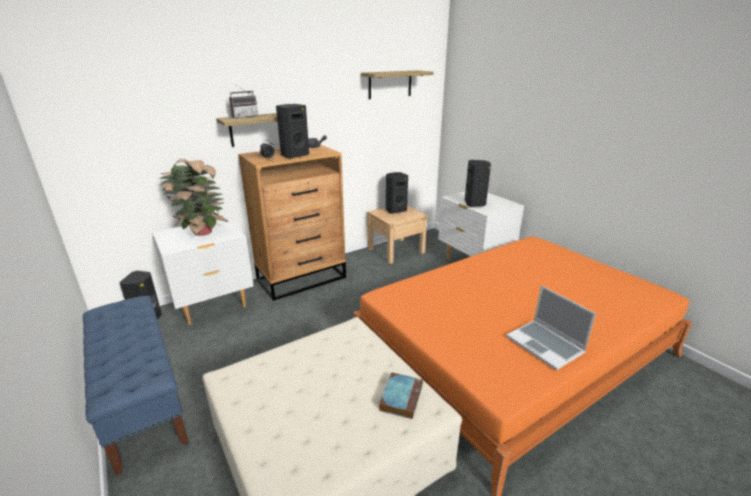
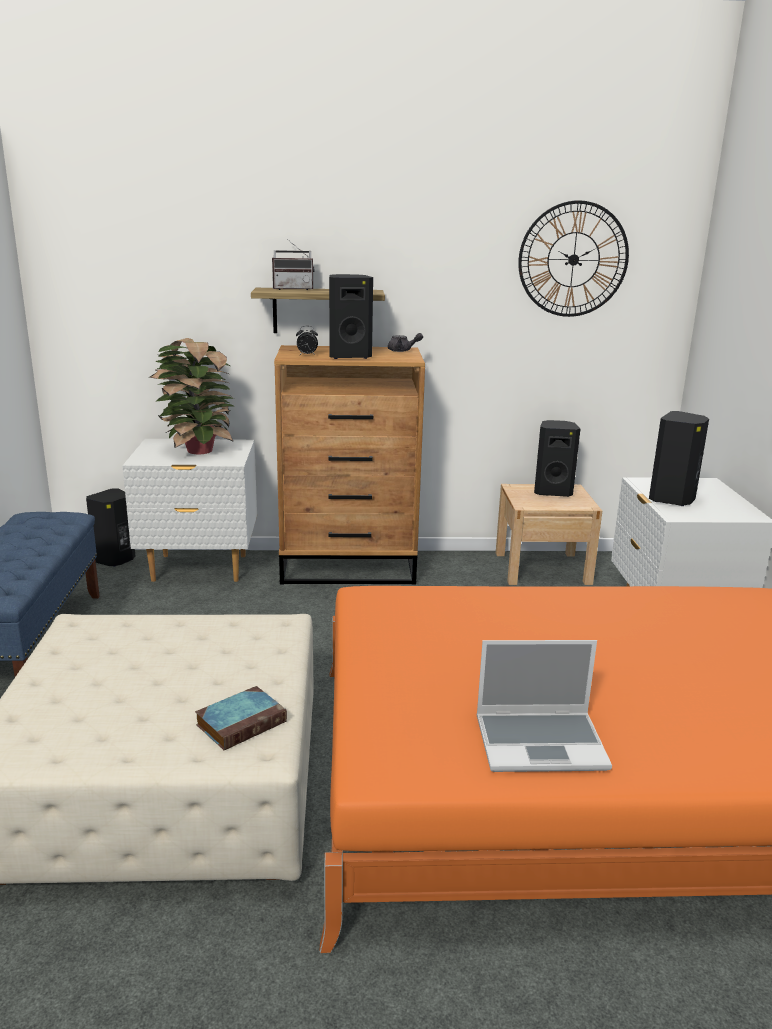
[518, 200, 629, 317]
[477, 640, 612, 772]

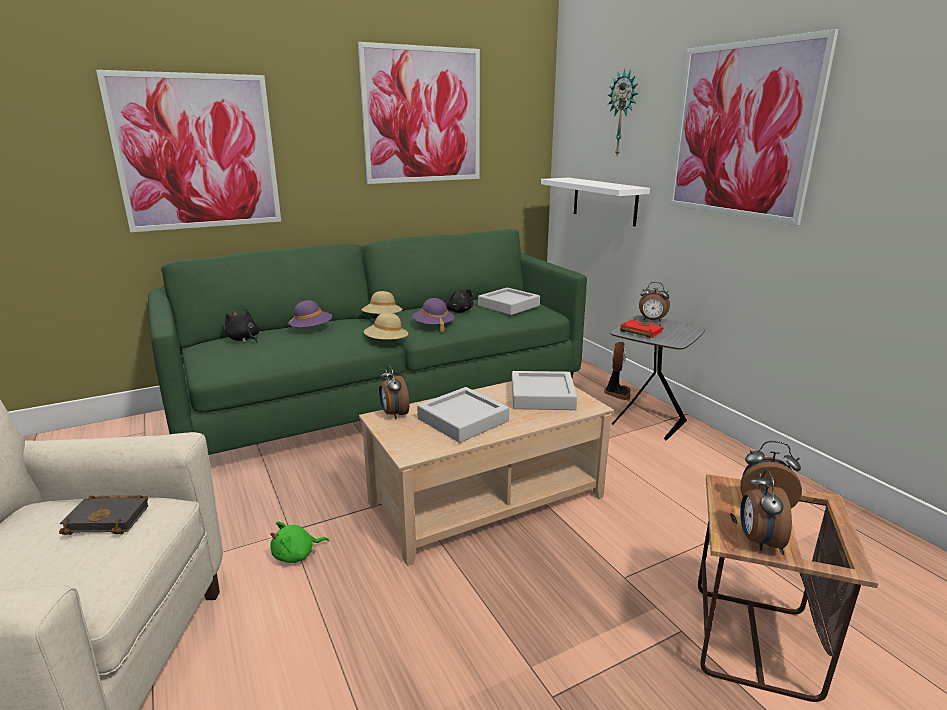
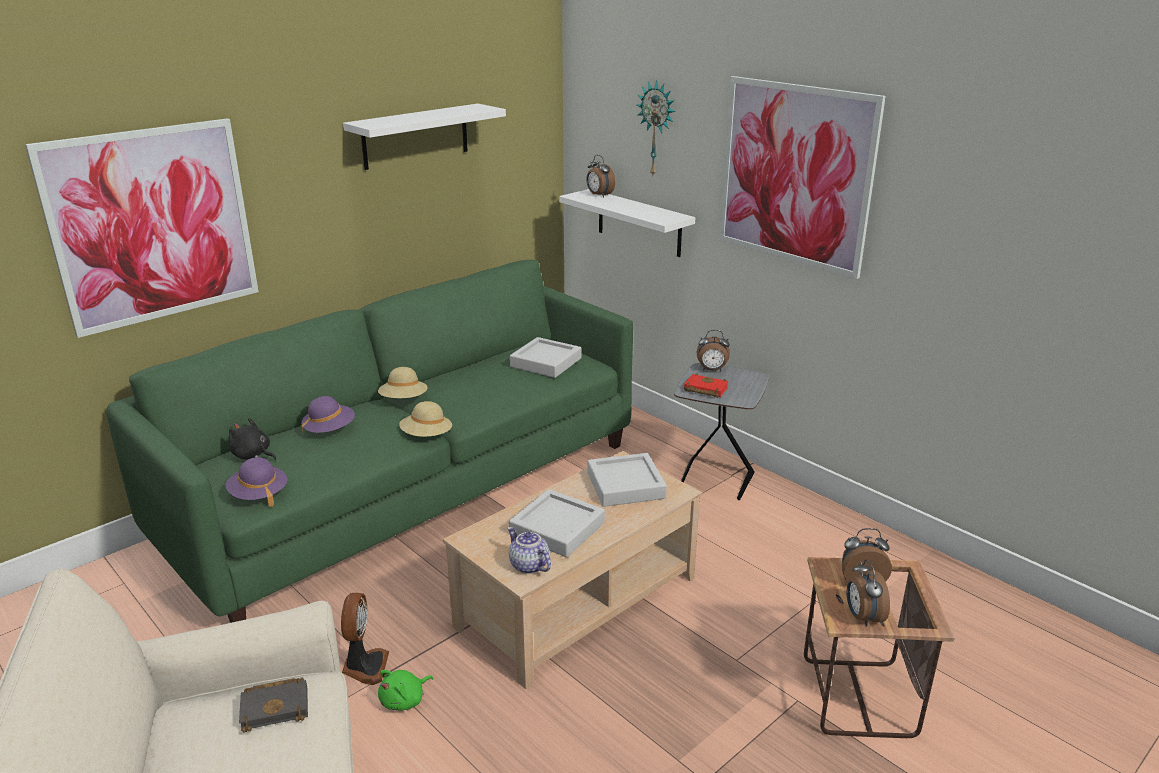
[343, 104, 506, 170]
[446, 289, 473, 313] (first image)
[225, 457, 287, 507]
[341, 593, 389, 685]
[586, 155, 615, 198]
[508, 527, 551, 574]

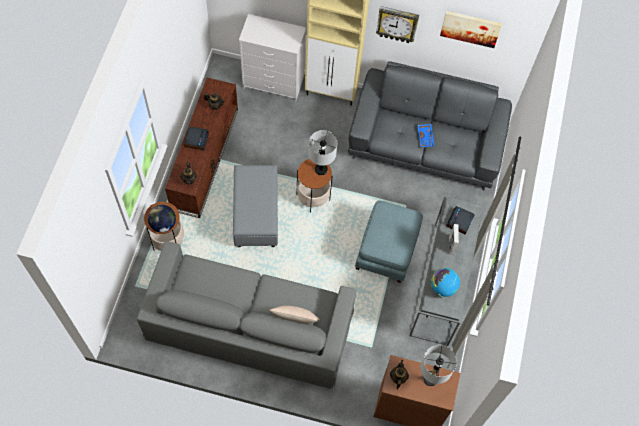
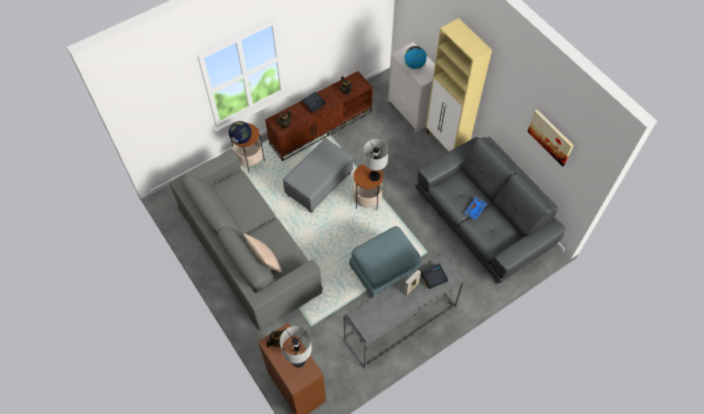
[376, 6, 419, 43] (first image)
[404, 46, 427, 69]

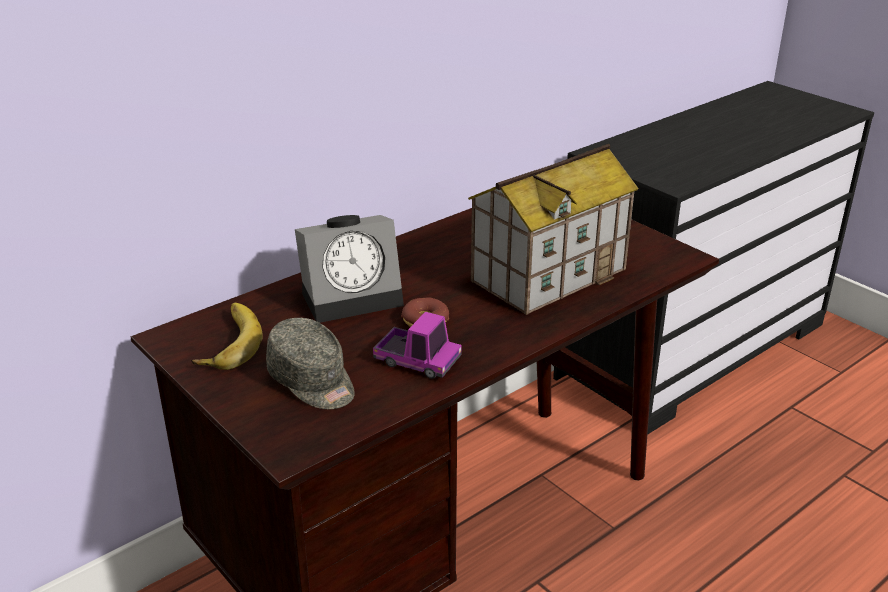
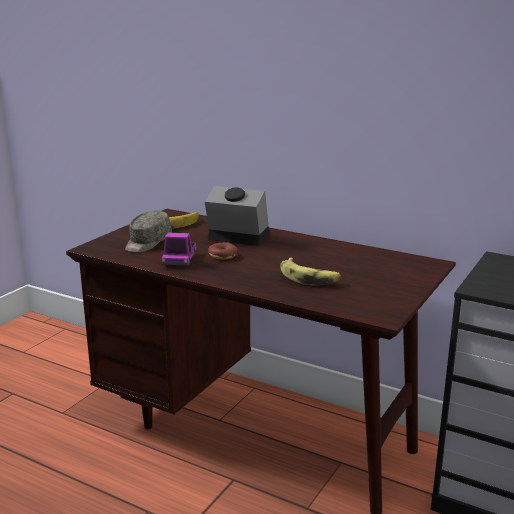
[280, 257, 341, 285]
[205, 186, 270, 246]

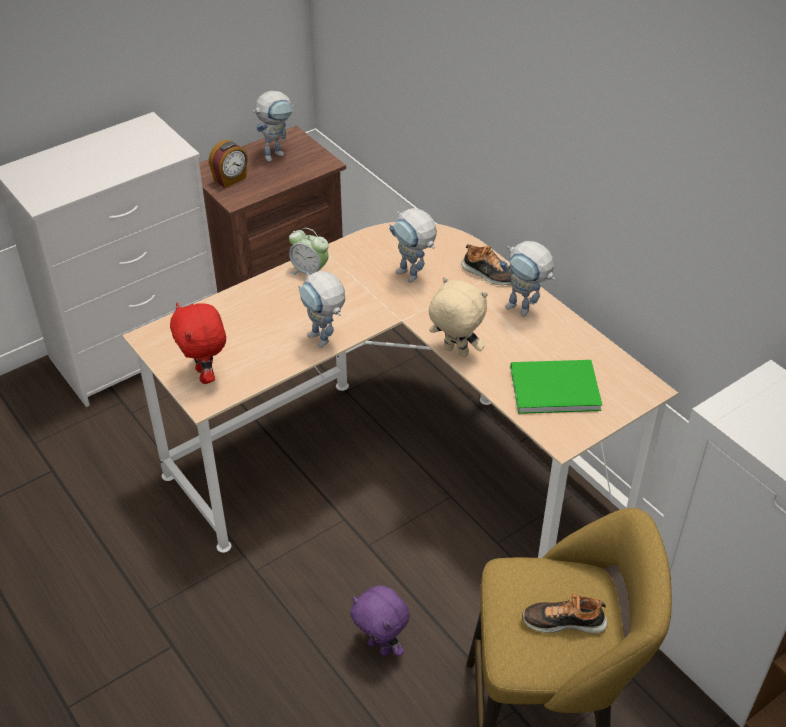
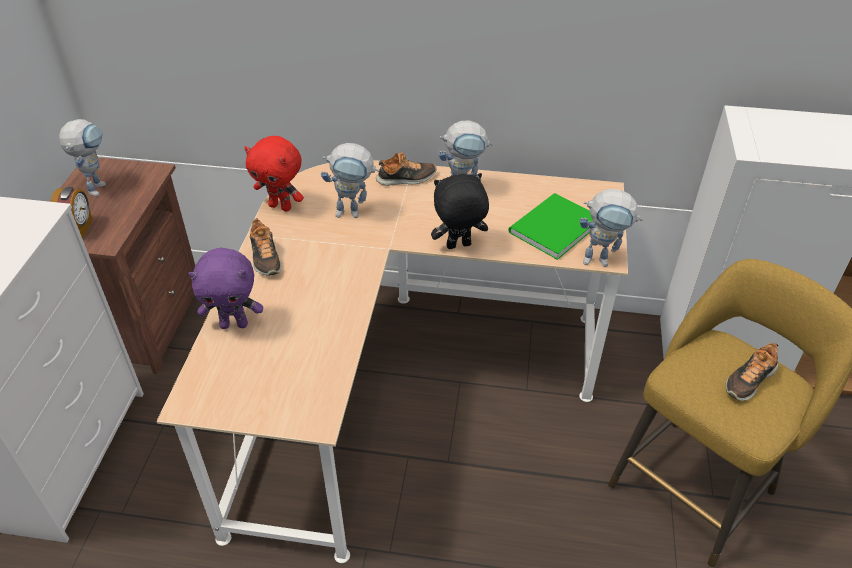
[250, 218, 282, 276]
[579, 189, 643, 267]
[431, 173, 489, 249]
[244, 136, 304, 212]
[188, 248, 263, 329]

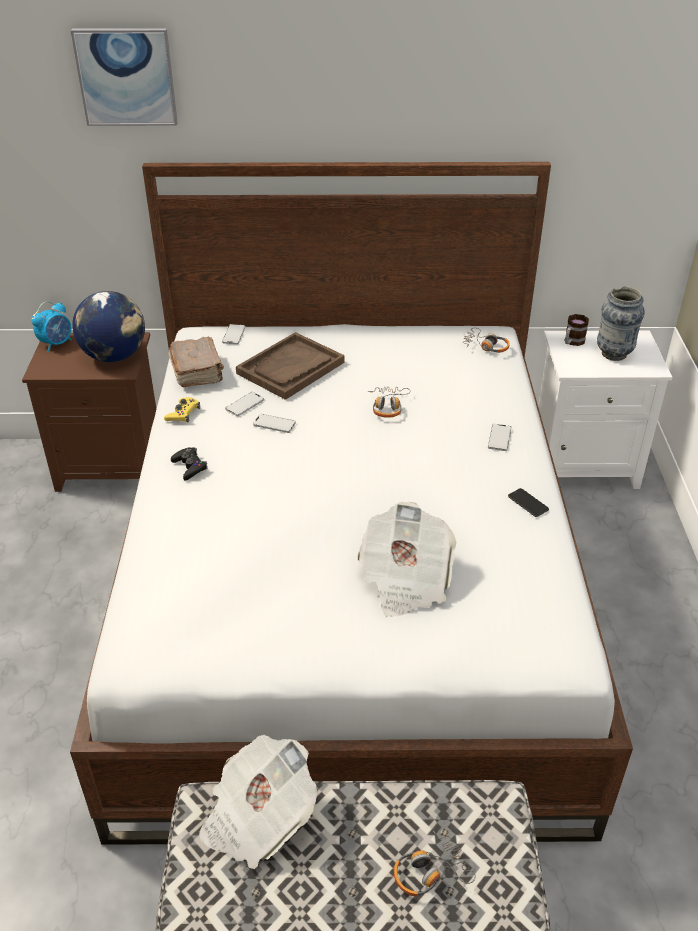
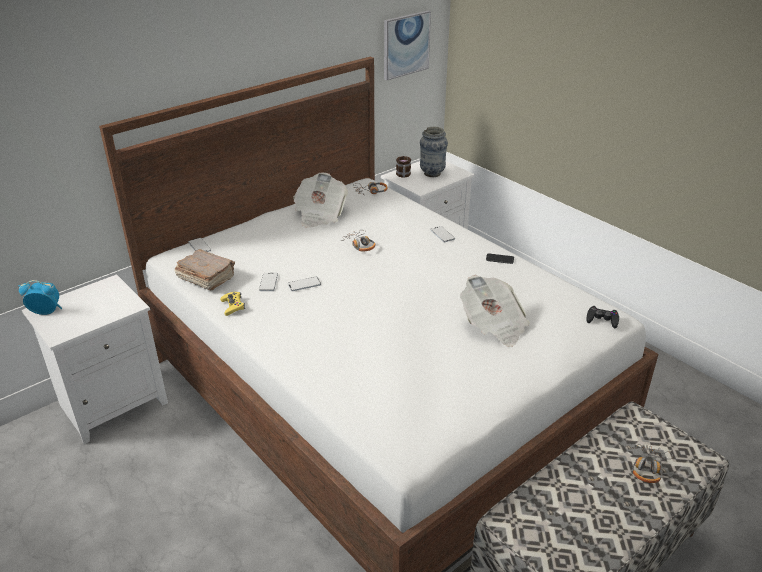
[384, 11, 431, 81]
[72, 291, 145, 362] (first image)
[19, 280, 62, 315]
[22, 274, 168, 444]
[236, 332, 345, 400] (first image)
[586, 306, 619, 328]
[293, 173, 348, 227]

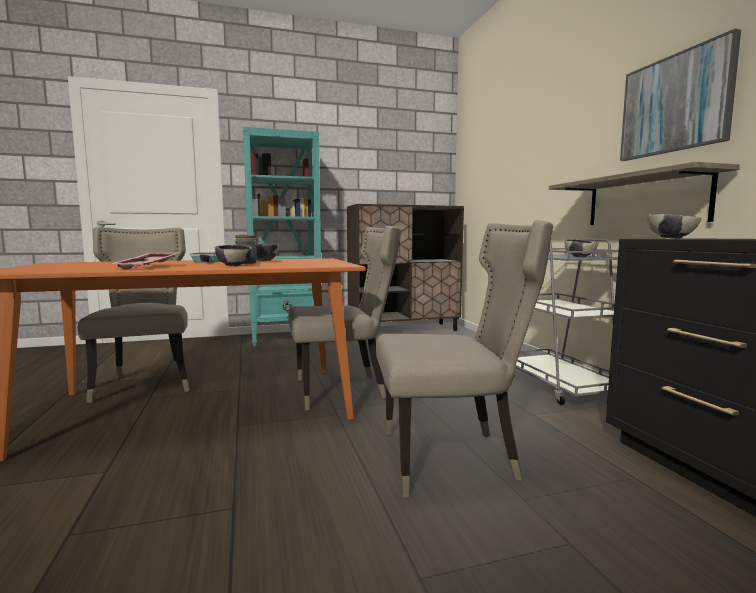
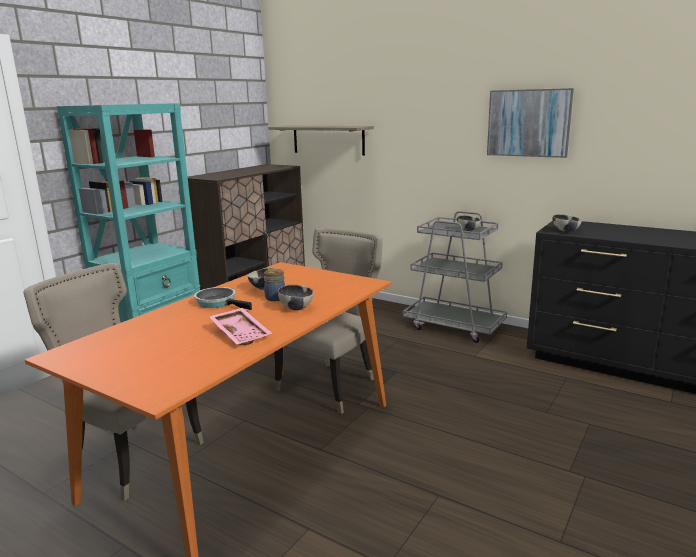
[268, 126, 374, 155]
[376, 220, 553, 498] (first image)

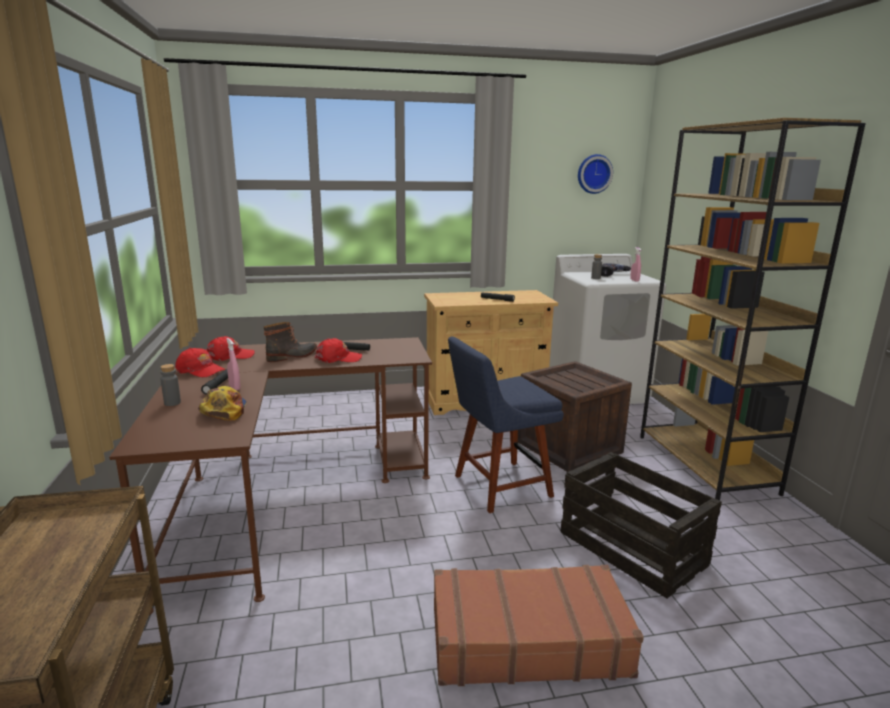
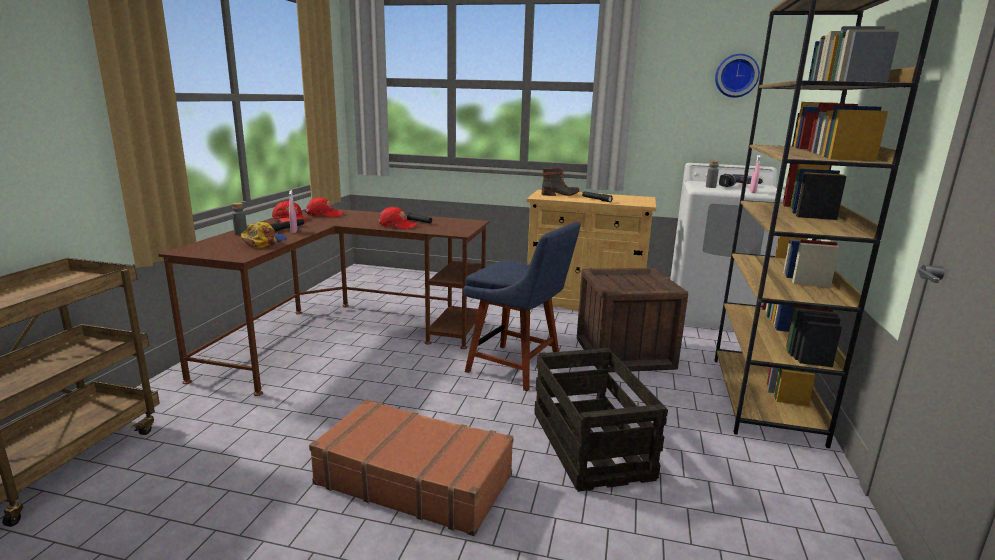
[541, 168, 580, 196]
[463, 222, 581, 391]

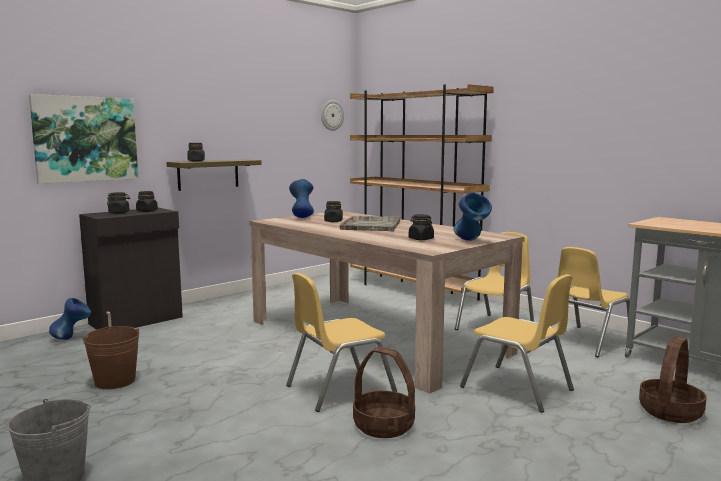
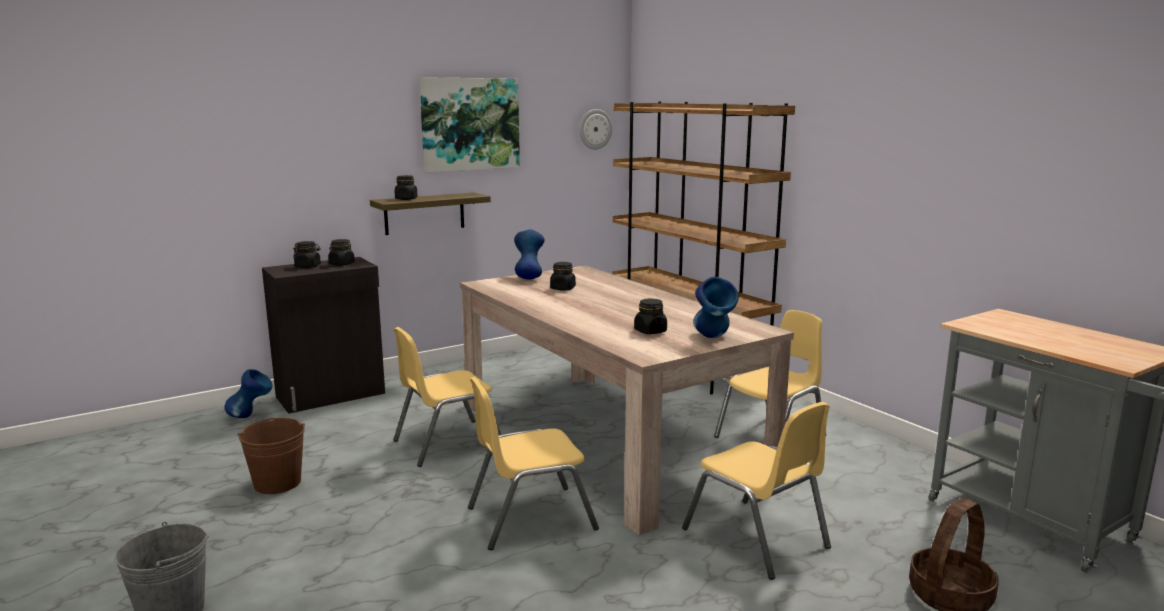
[419, 77, 520, 172]
[340, 216, 400, 231] (first image)
[394, 327, 501, 467]
[353, 347, 415, 438] (first image)

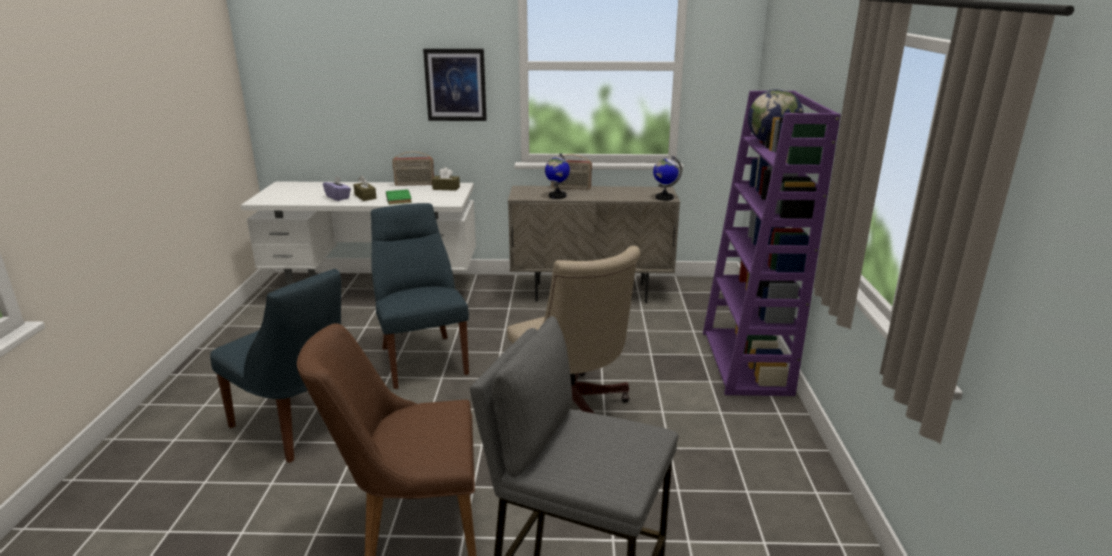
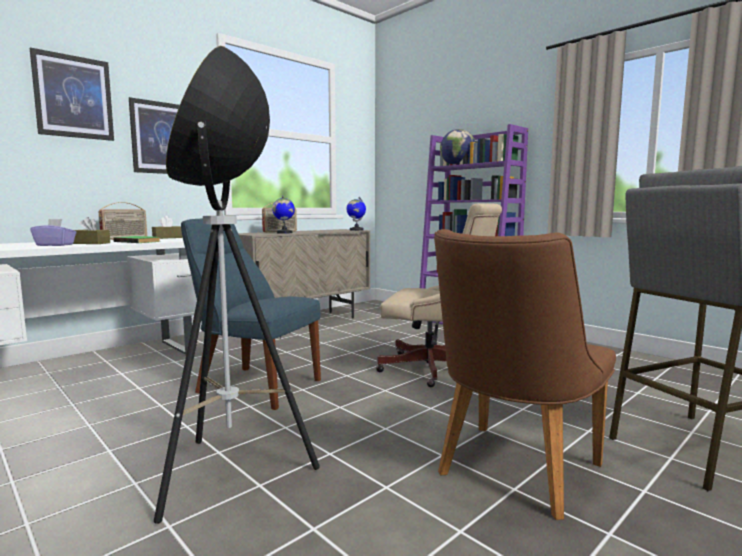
[154, 46, 320, 524]
[30, 48, 114, 141]

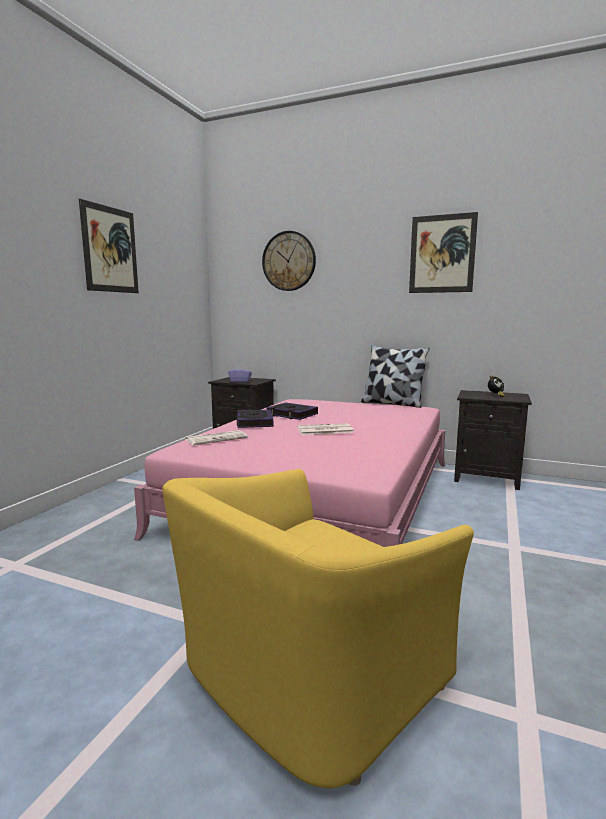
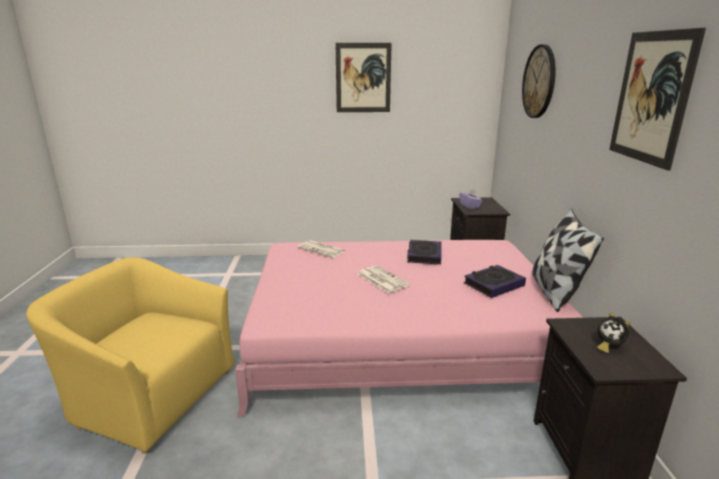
[464, 265, 526, 298]

